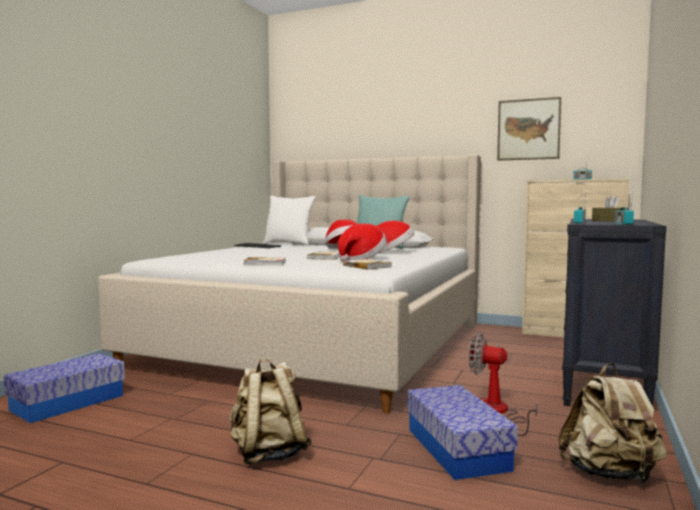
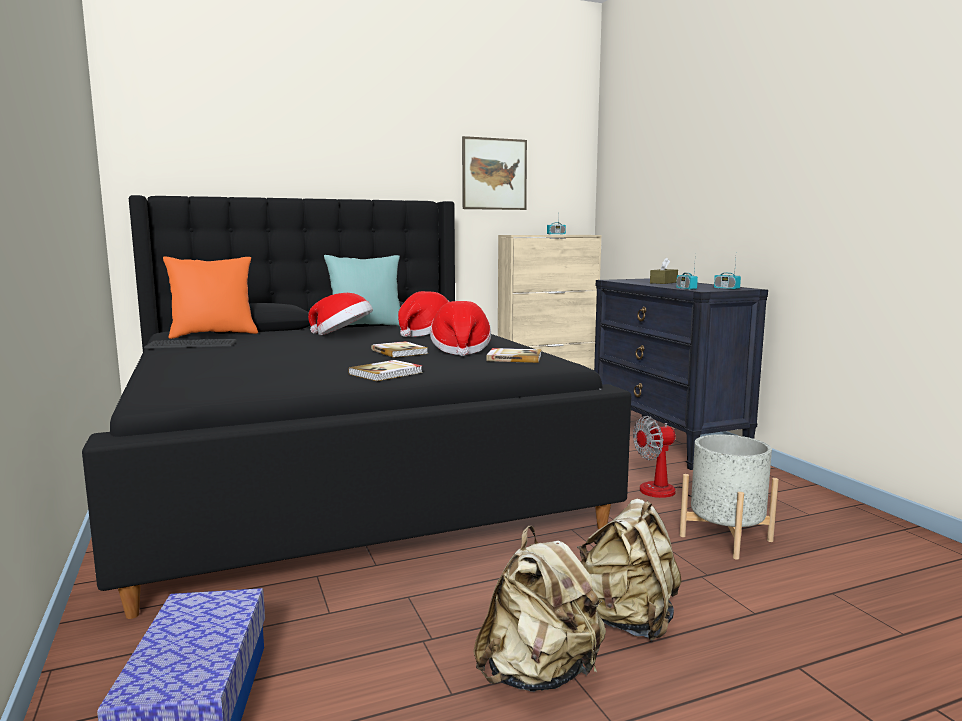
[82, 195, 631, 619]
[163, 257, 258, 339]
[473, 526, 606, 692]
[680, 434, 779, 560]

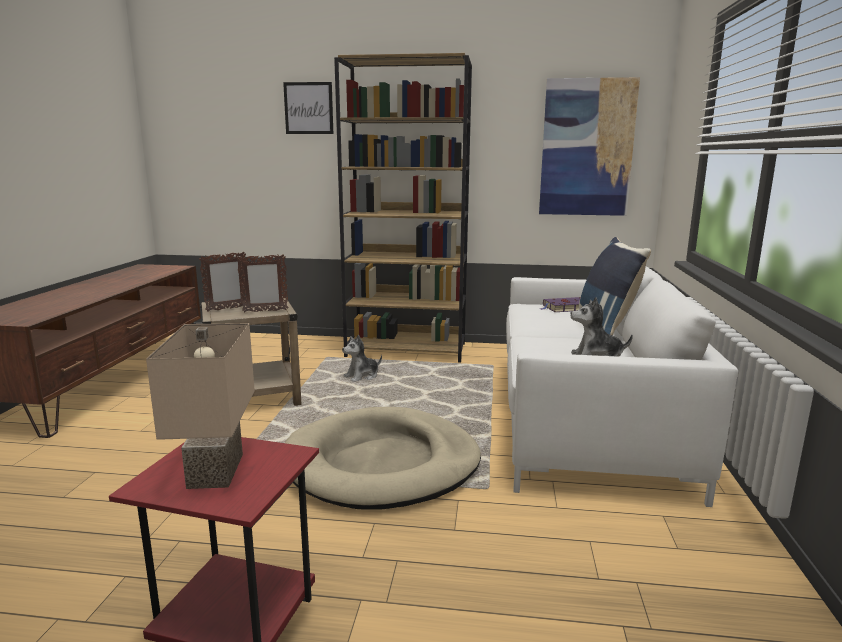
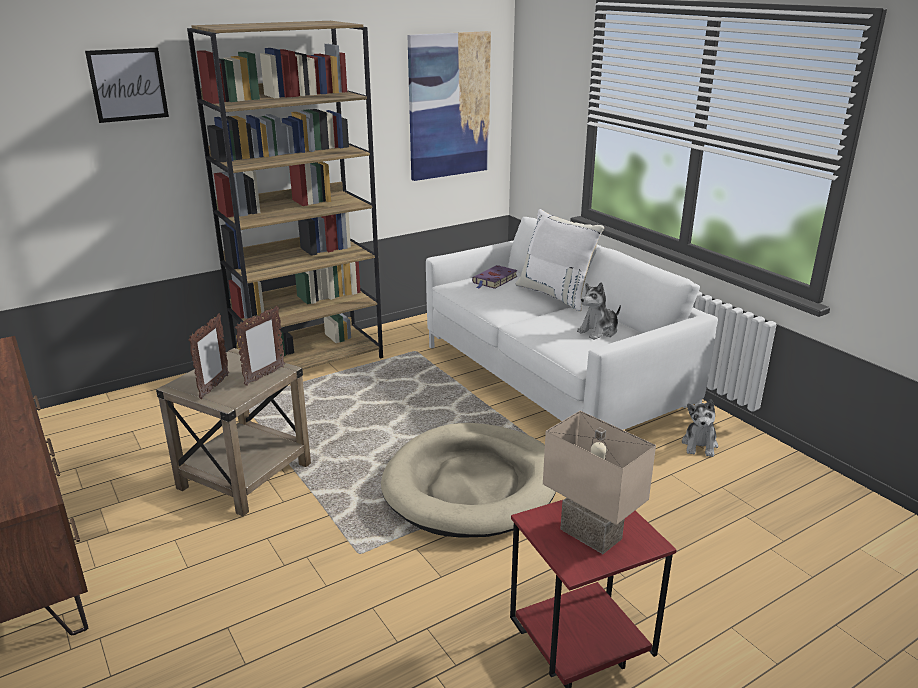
[516, 209, 604, 311]
[682, 399, 718, 457]

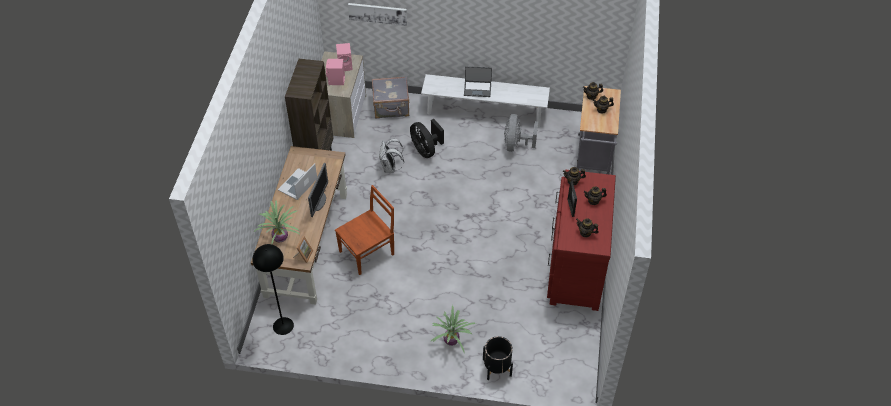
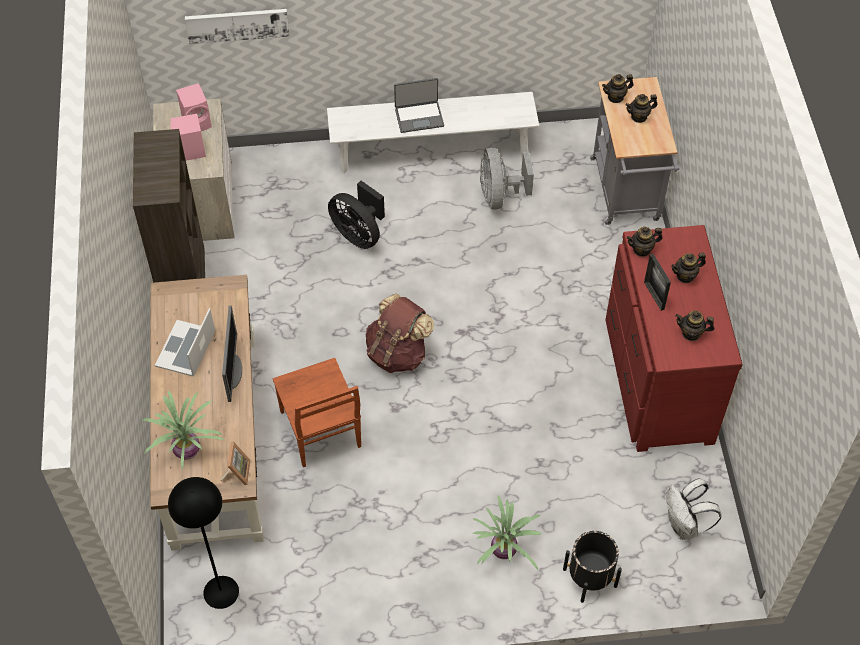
[372, 76, 409, 119] (first image)
[666, 479, 721, 540]
[273, 358, 361, 467]
[366, 293, 434, 373]

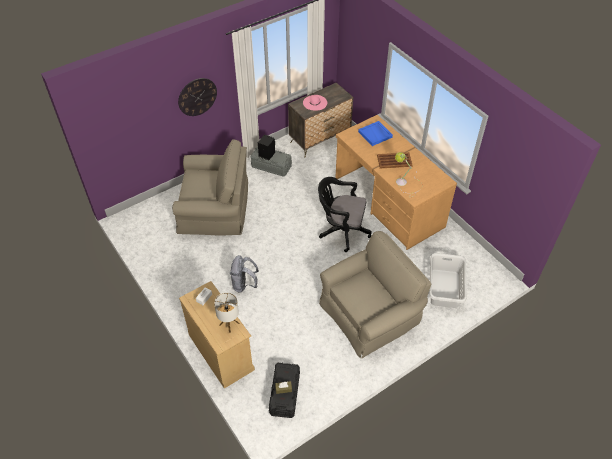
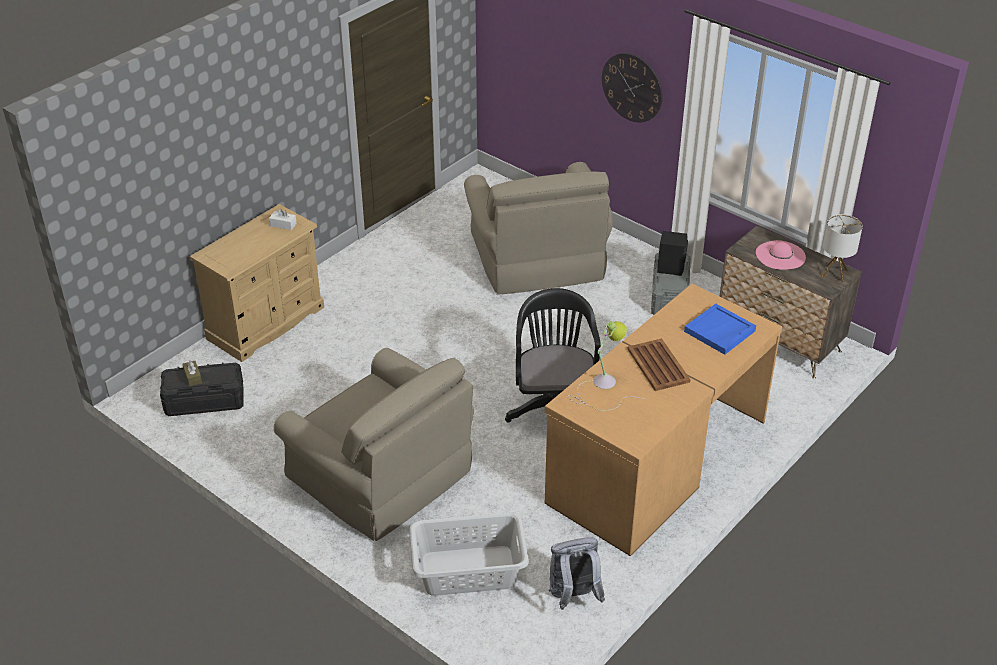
[549, 537, 605, 610]
[821, 214, 863, 283]

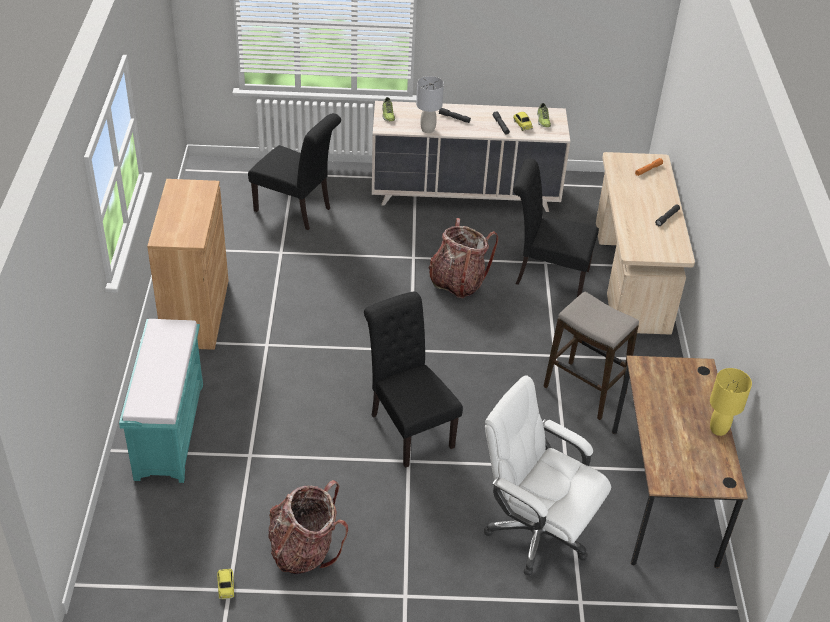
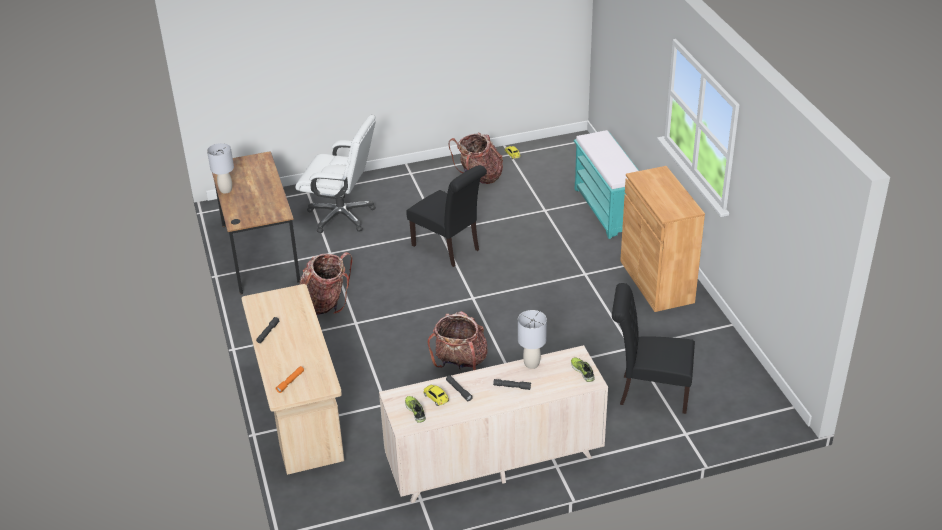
[513, 159, 599, 297] (first image)
[300, 252, 353, 315]
[207, 143, 234, 194]

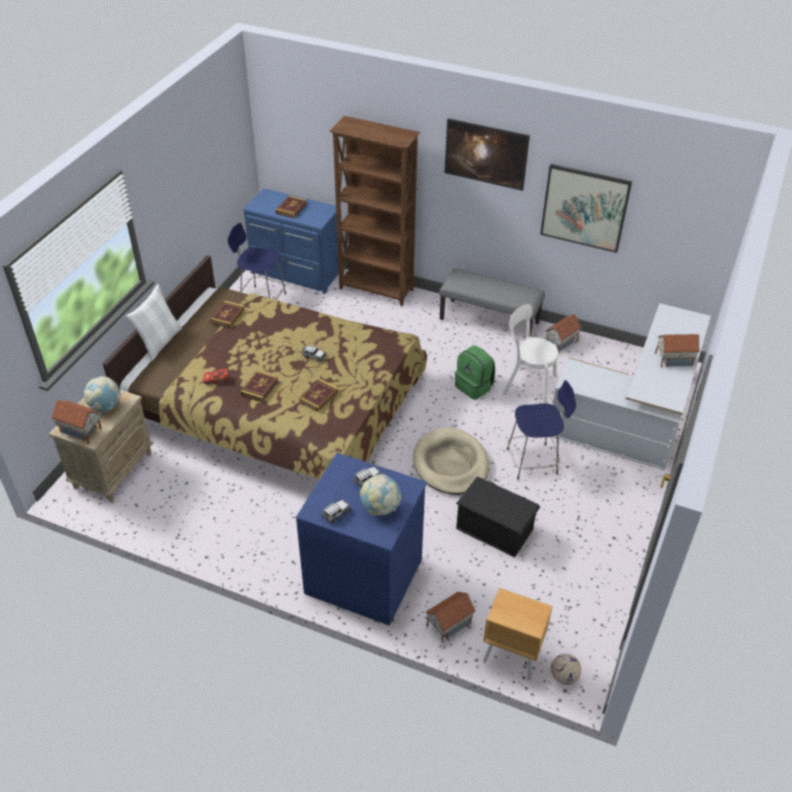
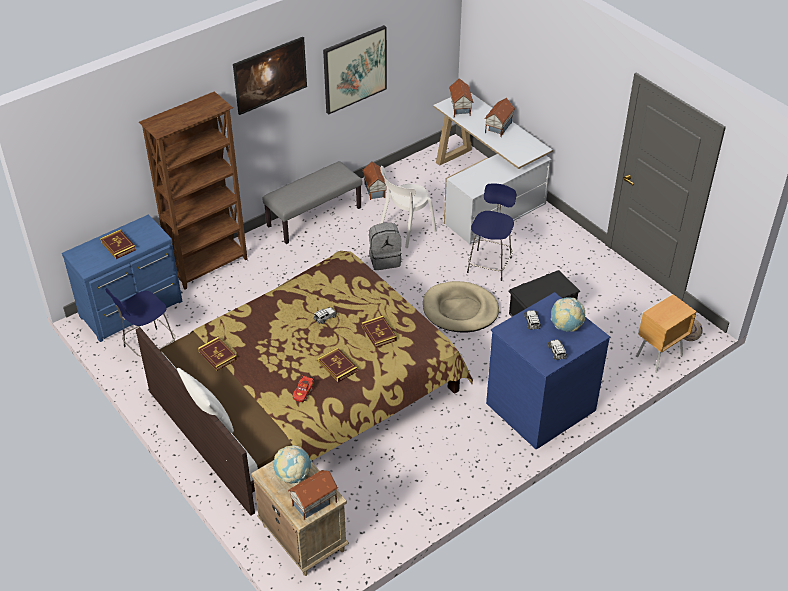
[369, 223, 402, 270]
[449, 78, 473, 118]

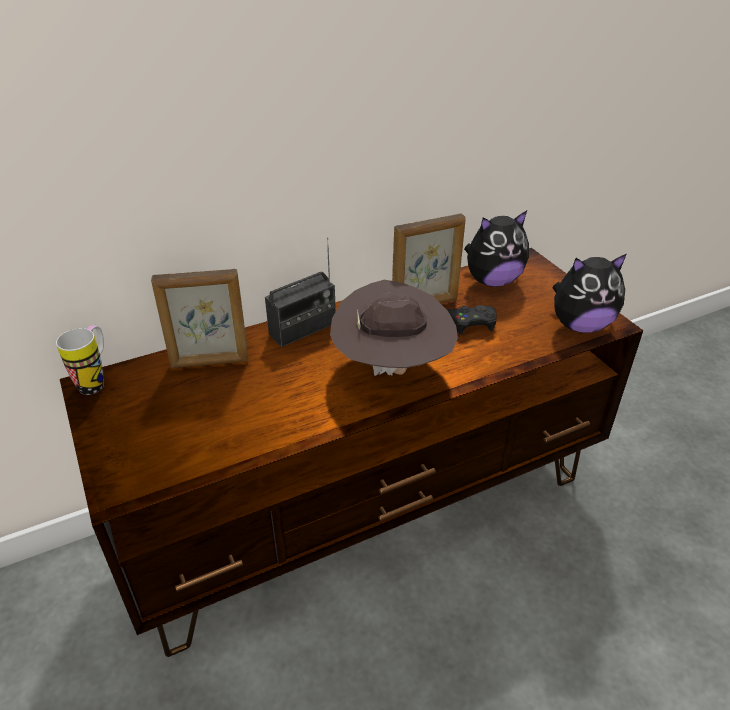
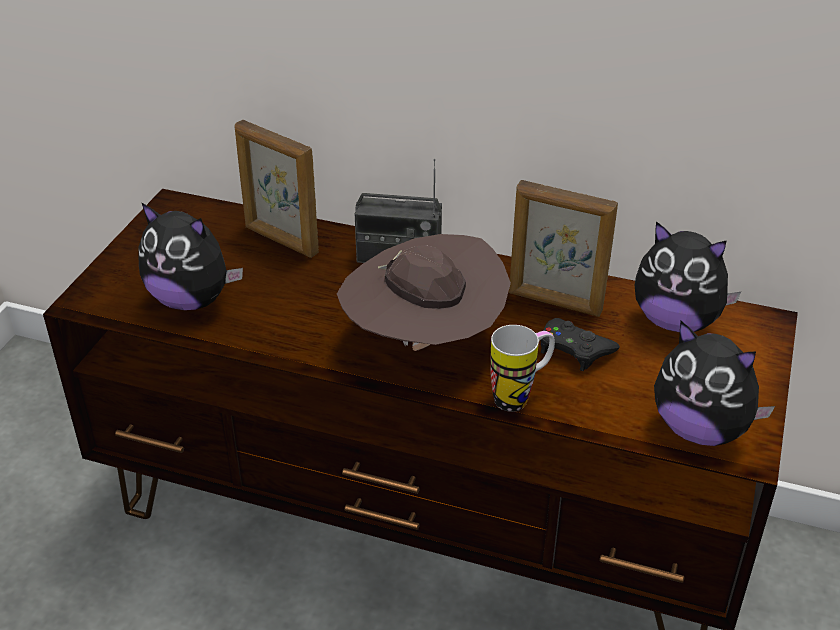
[490, 325, 555, 412]
[138, 202, 243, 310]

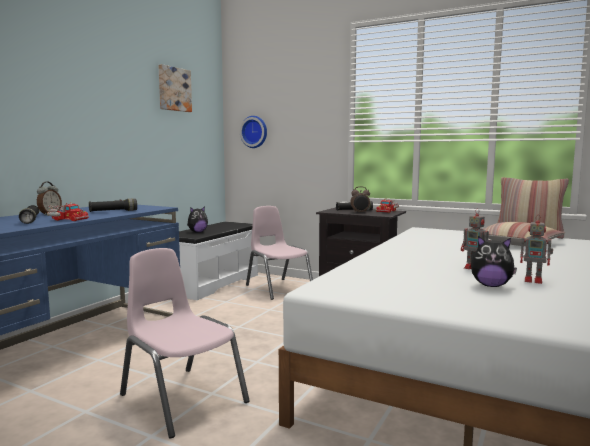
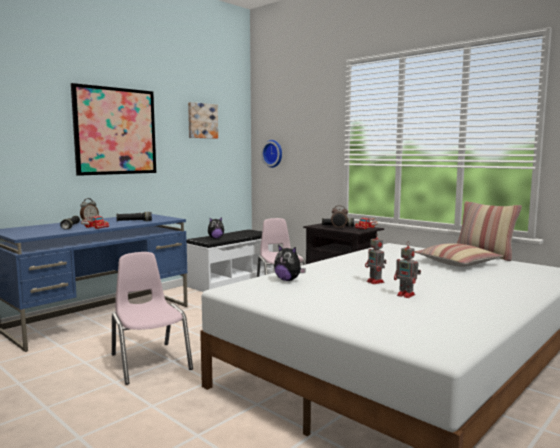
[274, 244, 306, 281]
[71, 83, 156, 176]

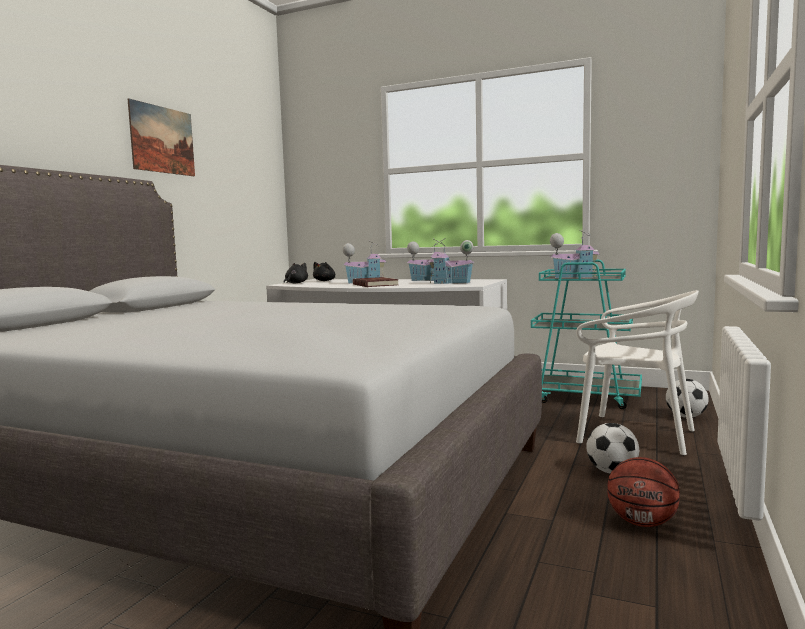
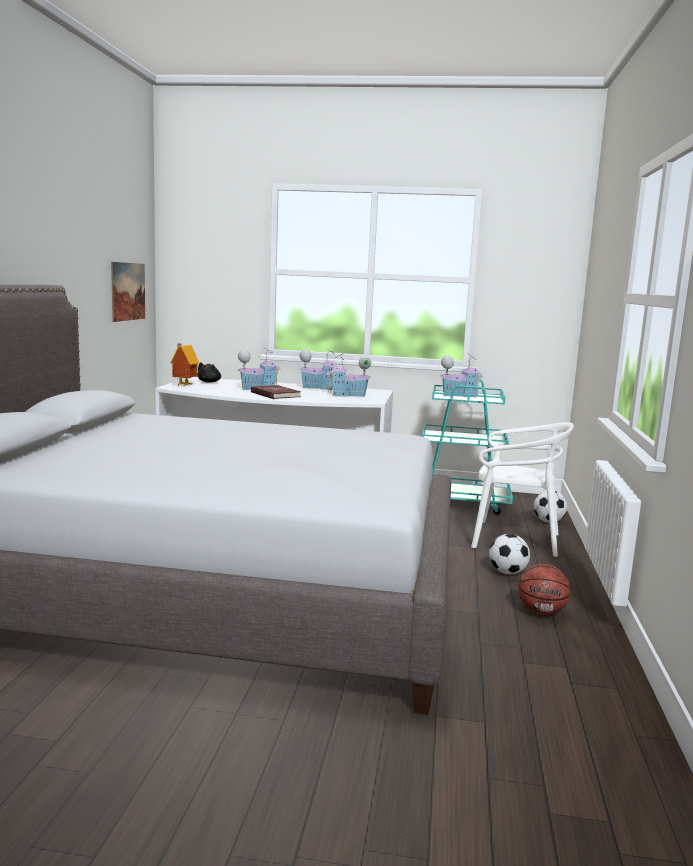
[111, 262, 145, 322]
[170, 343, 199, 387]

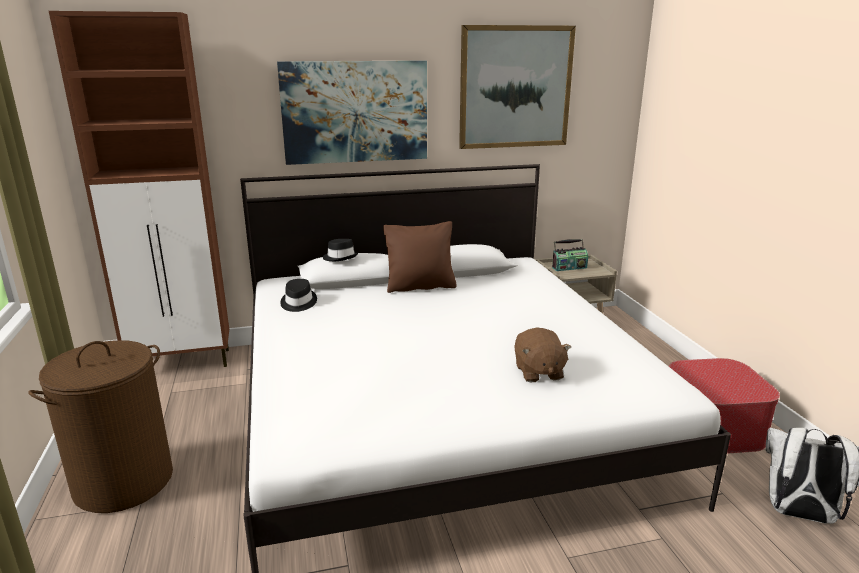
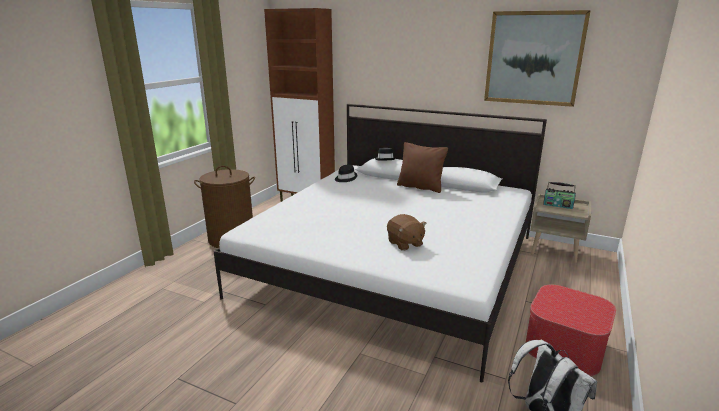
[277, 61, 427, 165] (first image)
[387, 214, 427, 251]

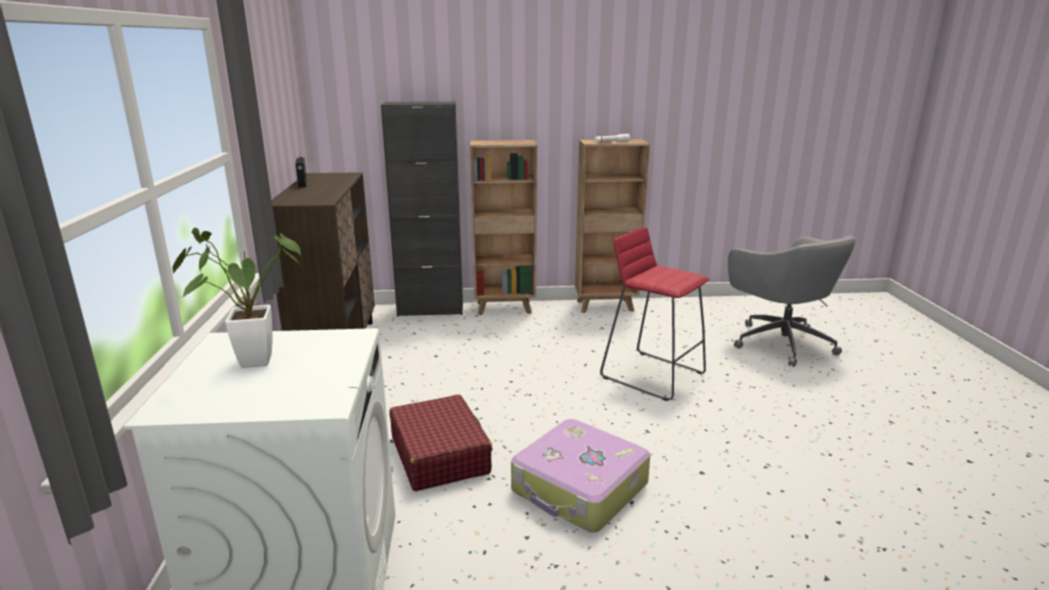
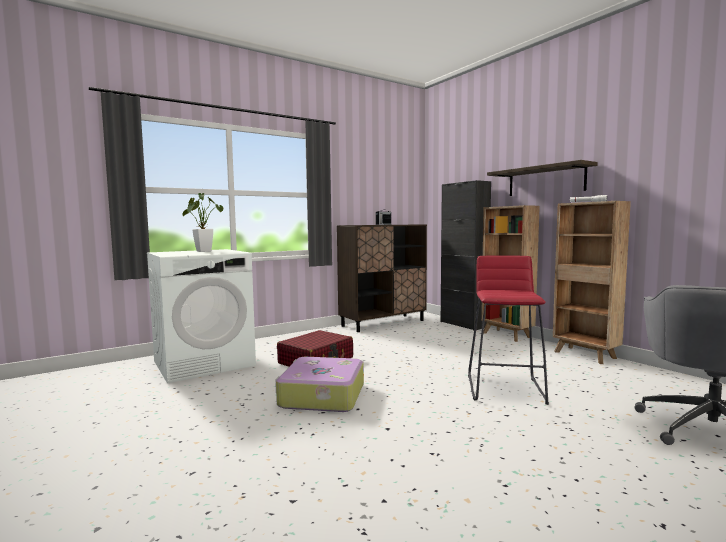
[487, 160, 598, 196]

